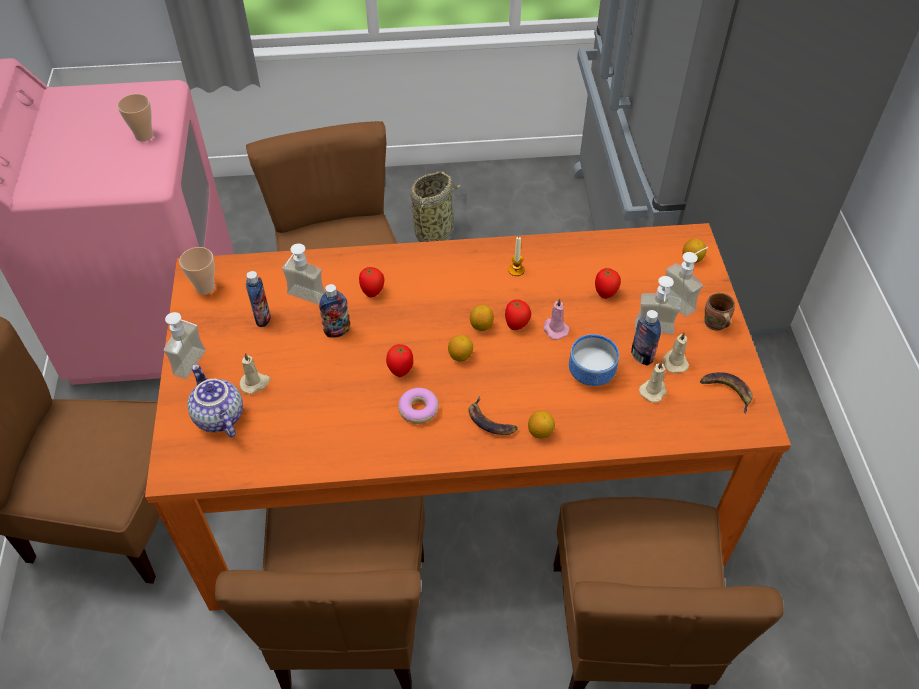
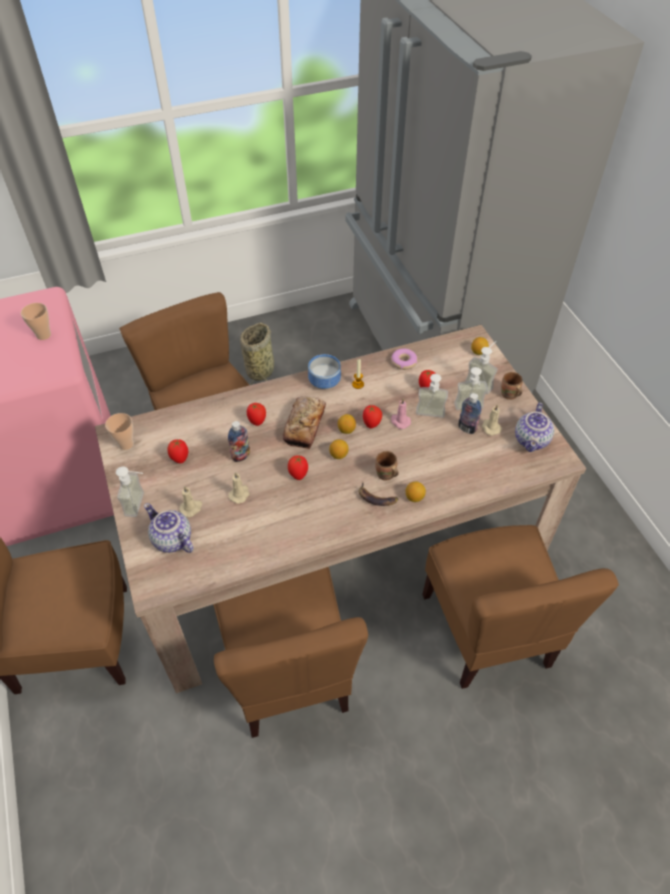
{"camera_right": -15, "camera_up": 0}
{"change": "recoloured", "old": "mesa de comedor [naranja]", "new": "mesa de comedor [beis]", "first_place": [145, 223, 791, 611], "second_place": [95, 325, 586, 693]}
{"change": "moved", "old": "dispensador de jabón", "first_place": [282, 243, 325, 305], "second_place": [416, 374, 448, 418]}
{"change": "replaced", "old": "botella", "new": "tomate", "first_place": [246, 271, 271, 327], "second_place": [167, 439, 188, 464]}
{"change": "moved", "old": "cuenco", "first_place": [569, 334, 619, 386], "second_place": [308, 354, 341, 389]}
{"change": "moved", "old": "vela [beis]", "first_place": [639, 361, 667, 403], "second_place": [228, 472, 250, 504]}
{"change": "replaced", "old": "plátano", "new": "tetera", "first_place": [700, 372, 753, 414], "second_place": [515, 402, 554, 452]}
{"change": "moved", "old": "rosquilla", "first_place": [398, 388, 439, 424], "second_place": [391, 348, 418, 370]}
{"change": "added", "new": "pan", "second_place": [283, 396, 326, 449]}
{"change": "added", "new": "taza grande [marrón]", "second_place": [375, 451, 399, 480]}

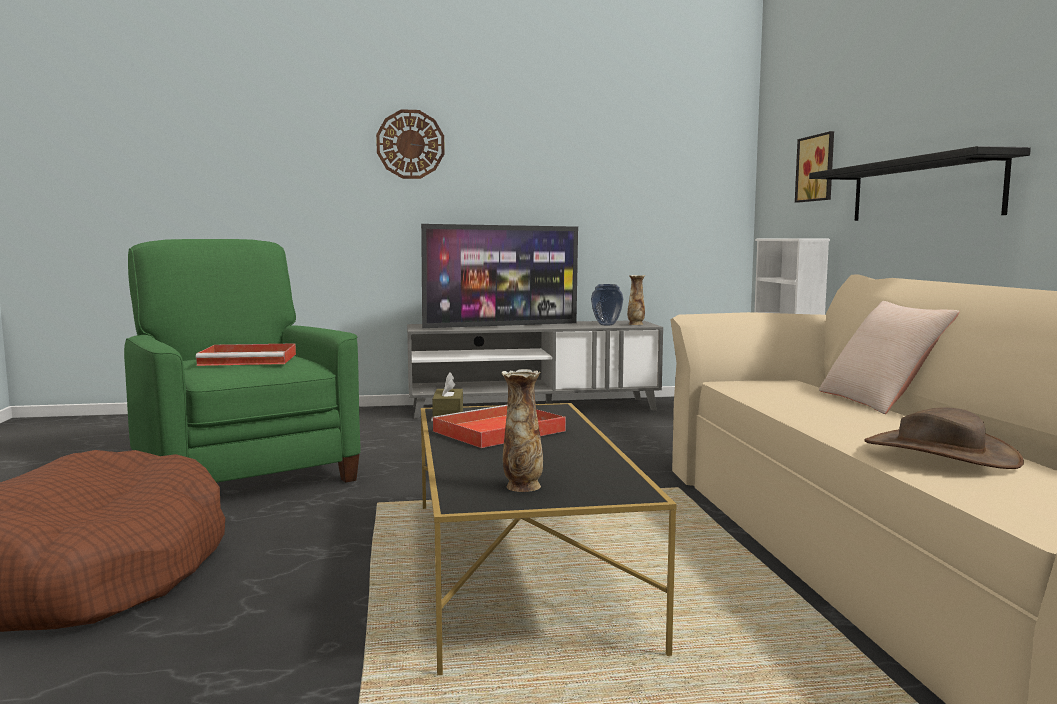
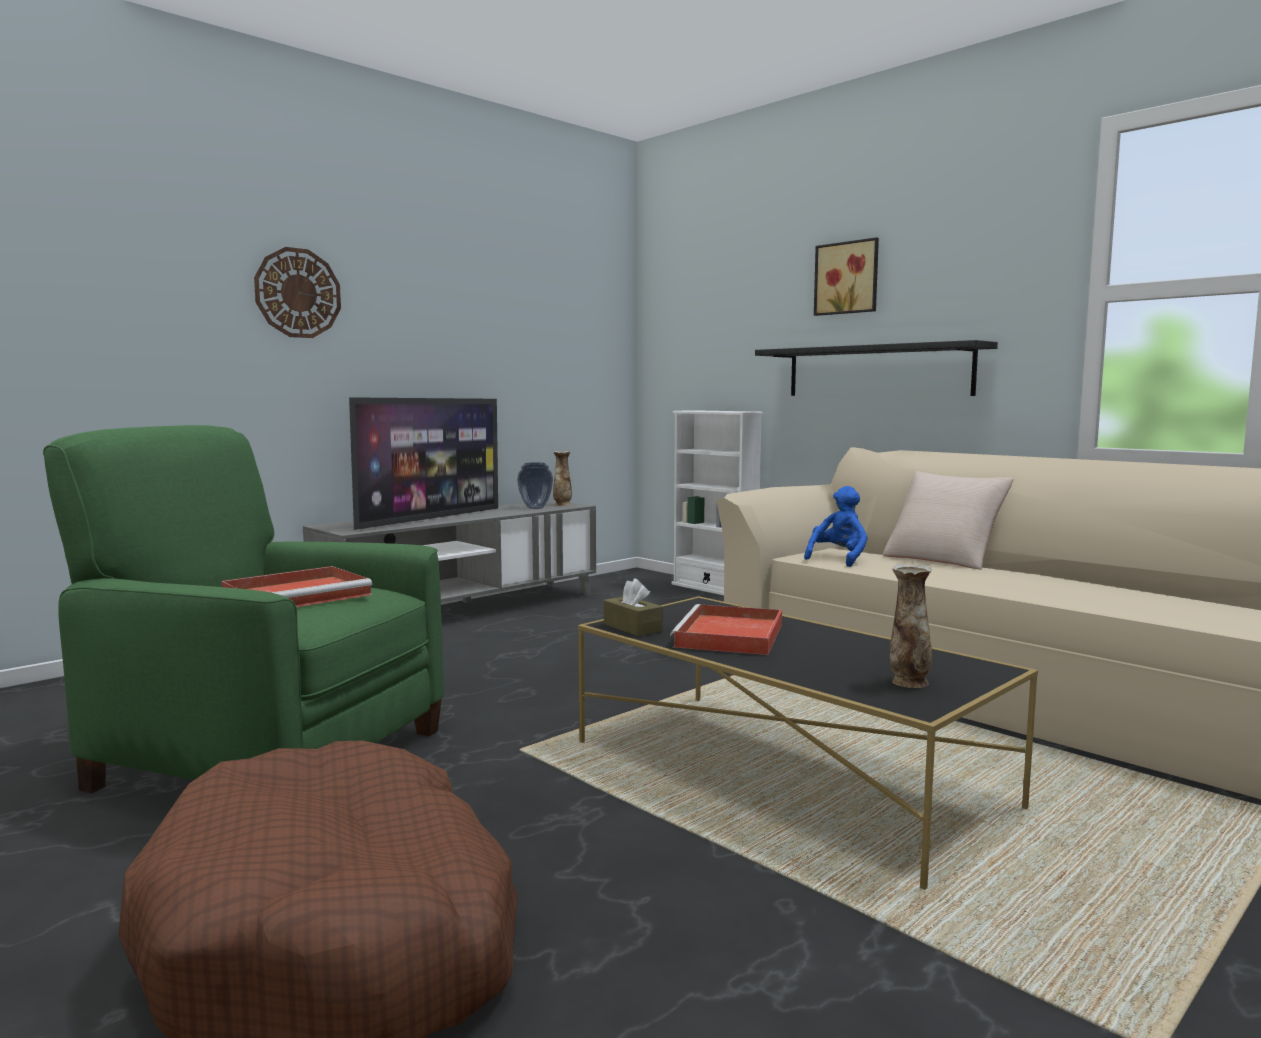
{"camera_right": -35, "camera_up": 0}
{"change": "moved", "old": "cuadro", "first_place": [795, 131, 834, 203], "second_place": [814, 237, 879, 316]}
{"change": "removed", "old": "sombrero [marrón]", "first_place": [864, 407, 1024, 469]}
{"change": "added", "new": "peluche [azul]", "second_place": [804, 486, 868, 567]}

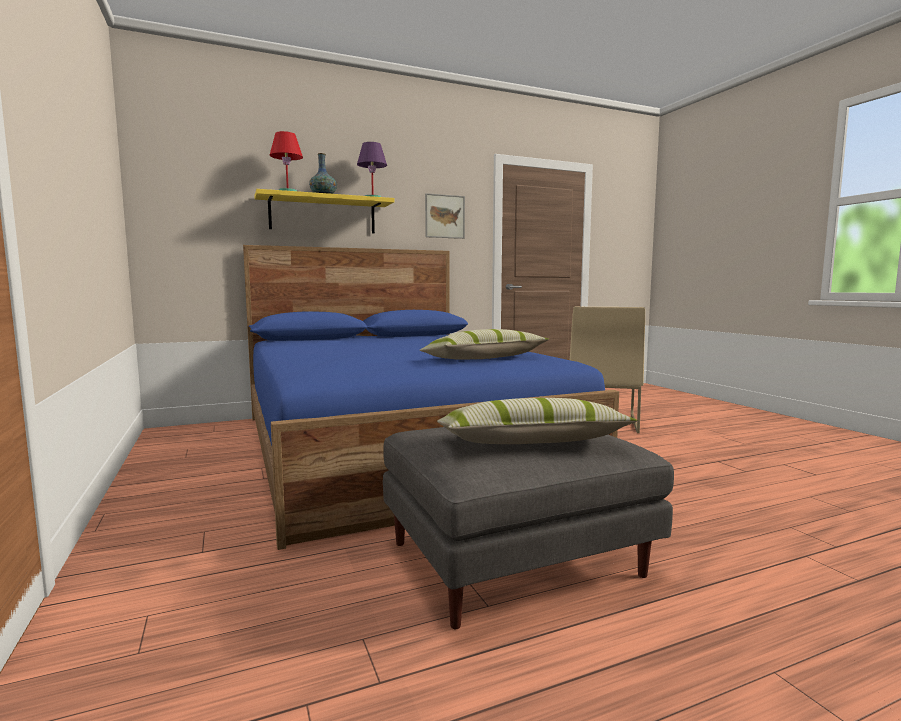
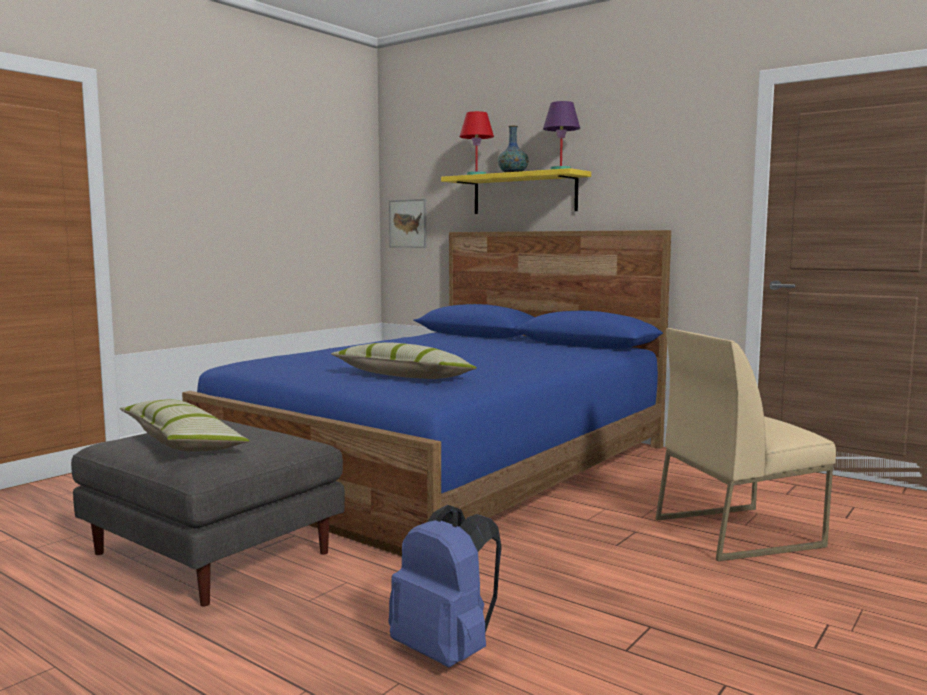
{"camera_right": 60, "camera_up": 0}
{"change": "moved", "old": "cuadro", "first_place": [425, 193, 465, 239], "second_place": [389, 199, 426, 248]}
{"change": "added", "new": "mochila [azul]", "second_place": [389, 505, 502, 668]}

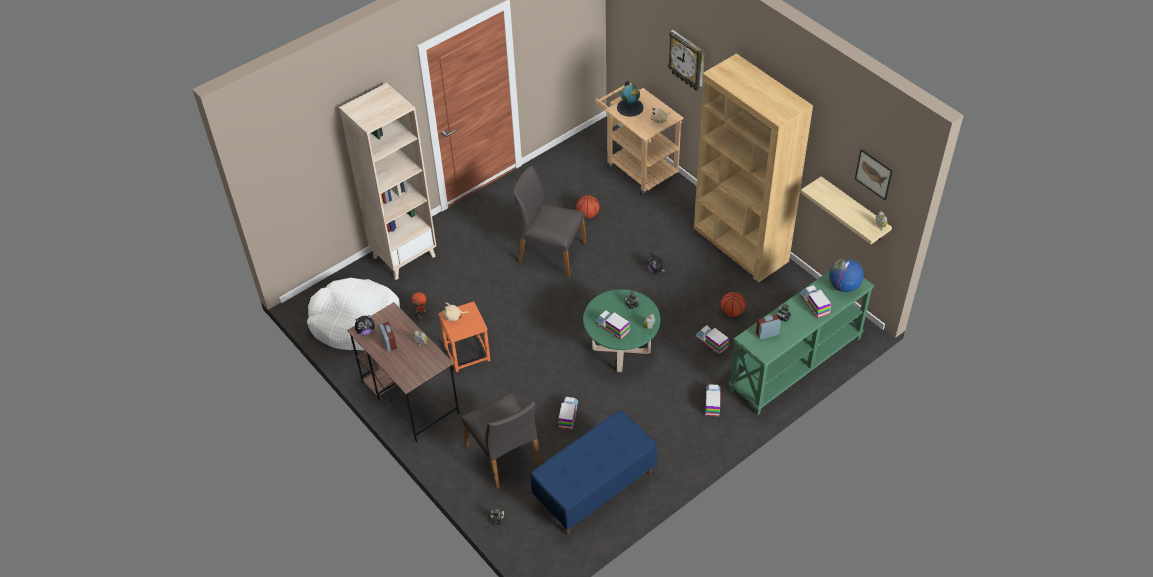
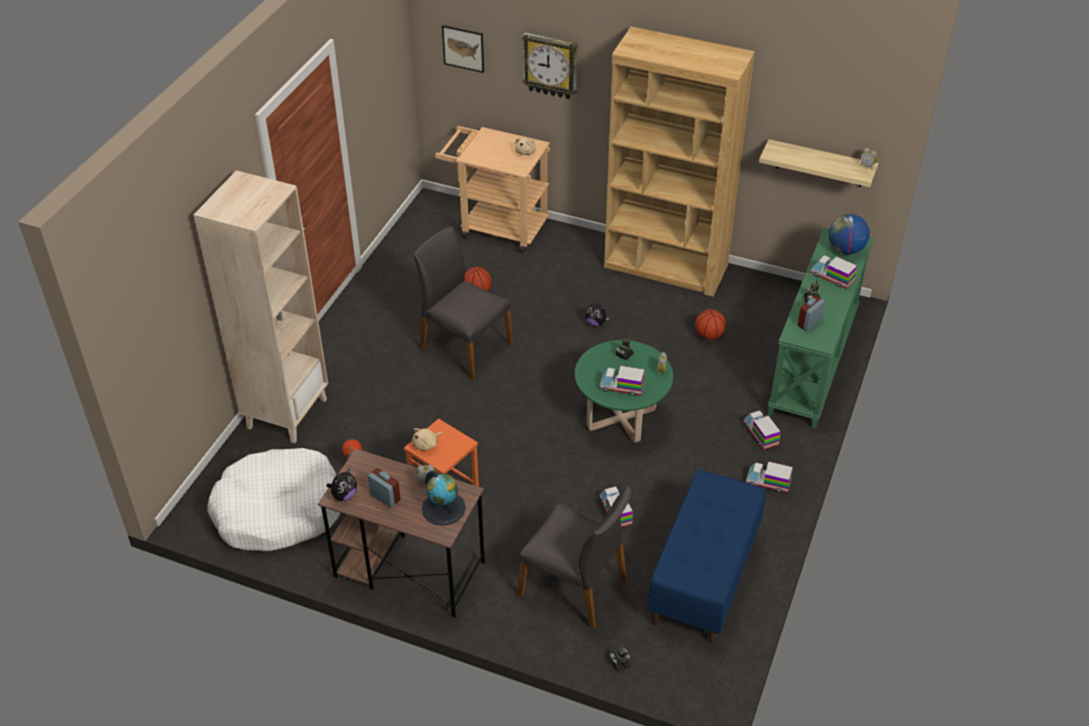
{"camera_right": -30, "camera_up": -5}
{"change": "moved", "old": "globo terráqueo", "first_place": [617, 81, 644, 117], "second_place": [421, 471, 466, 526]}
{"change": "moved", "old": "cuadro", "first_place": [855, 149, 893, 200], "second_place": [442, 25, 484, 73]}
{"change": "turned", "old": "silla [gris]", "first_place": [514, 166, 587, 278], "second_place": [414, 227, 513, 380], "degrees": 45}
{"change": "moved", "old": "camión de juguete", "first_place": [696, 325, 729, 354], "second_place": [746, 461, 793, 493]}

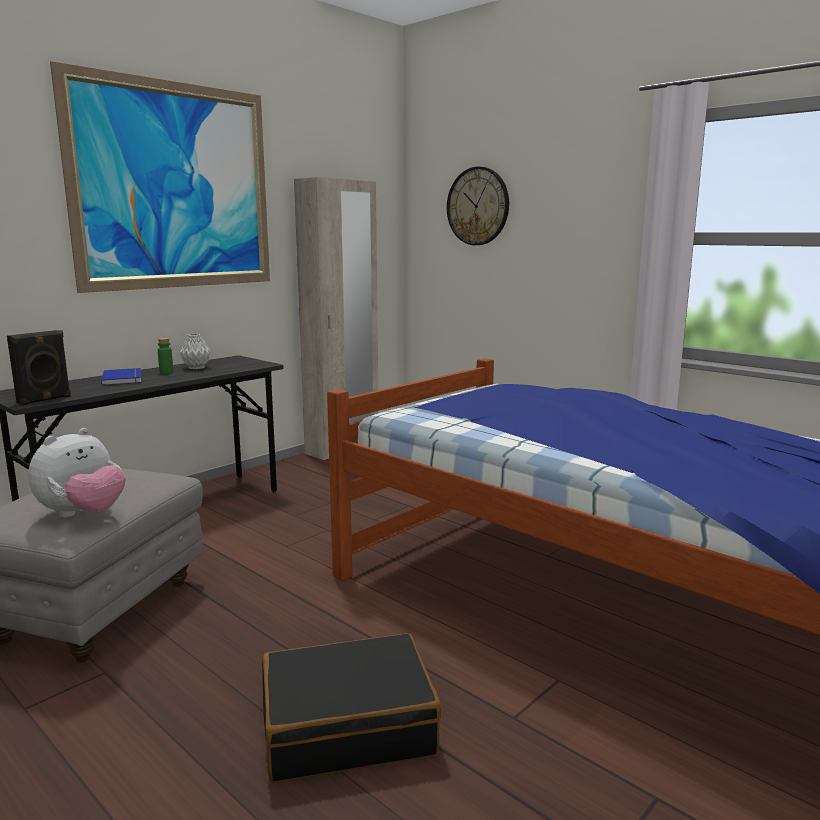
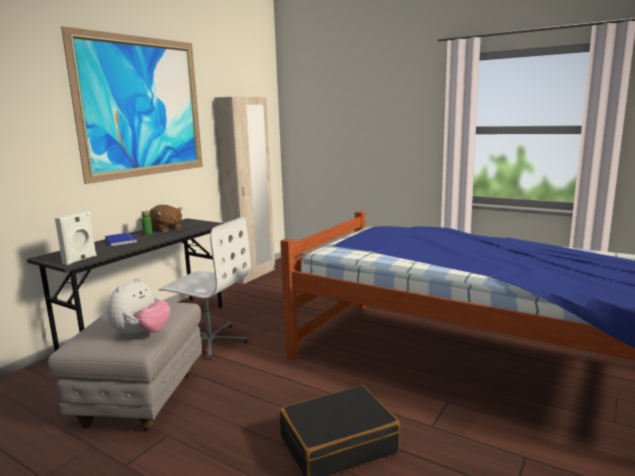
{"camera_right": -10, "camera_up": 0}
{"change": "removed", "old": "reloj de pared", "first_place": [447, 167, 509, 245]}
{"change": "recoloured", "old": "altavoz [negro]", "new": "altavoz [blanco]", "first_place": [7, 330, 71, 406], "second_place": [55, 212, 97, 265]}
{"change": "replaced", "old": "florero [gris]", "new": "peluche [marrón]", "first_place": [180, 334, 211, 369], "second_place": [149, 205, 182, 232]}
{"change": "added", "new": "silla de oficina [blanco]", "second_place": [158, 216, 251, 360]}

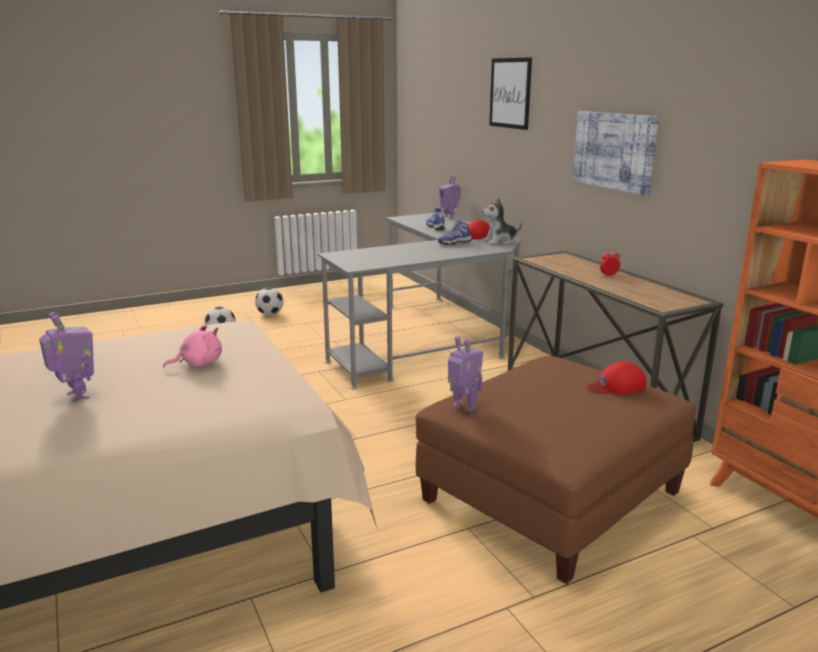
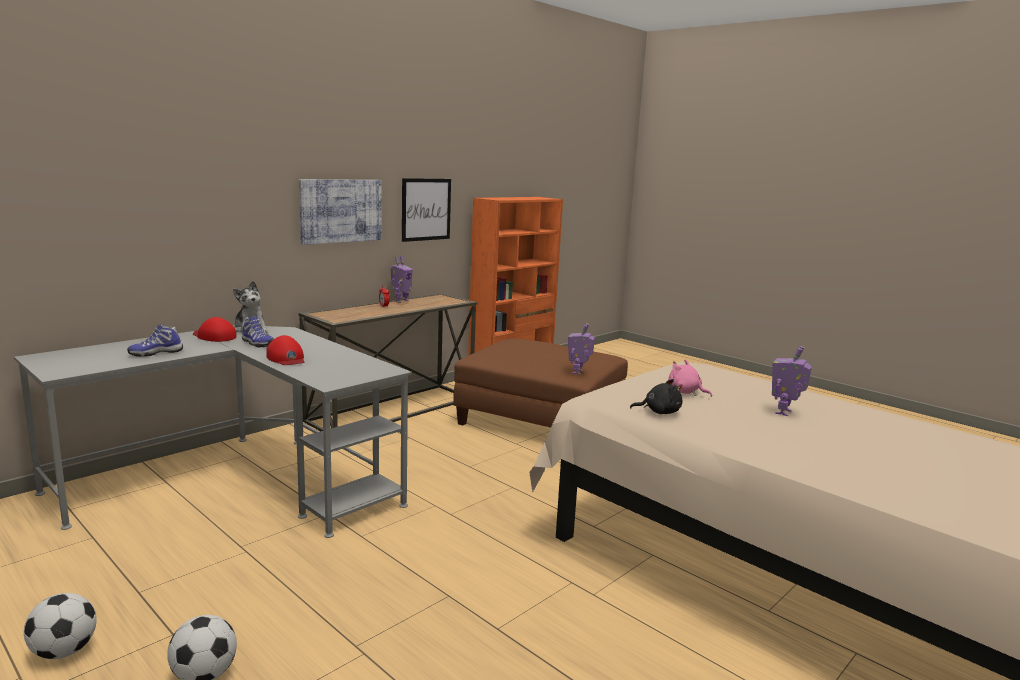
{"camera_right": -110, "camera_up": -5}
{"change": "moved", "old": "cuadro", "first_place": [489, 57, 532, 130], "second_place": [402, 178, 451, 242]}
{"change": "moved", "old": "robot de juguete", "first_place": [439, 176, 461, 219], "second_place": [391, 256, 413, 303]}
{"change": "moved", "old": "gorra [rojo]", "first_place": [586, 361, 646, 394], "second_place": [266, 335, 304, 365]}
{"change": "added", "new": "peluche [negro]", "second_place": [630, 379, 682, 414]}

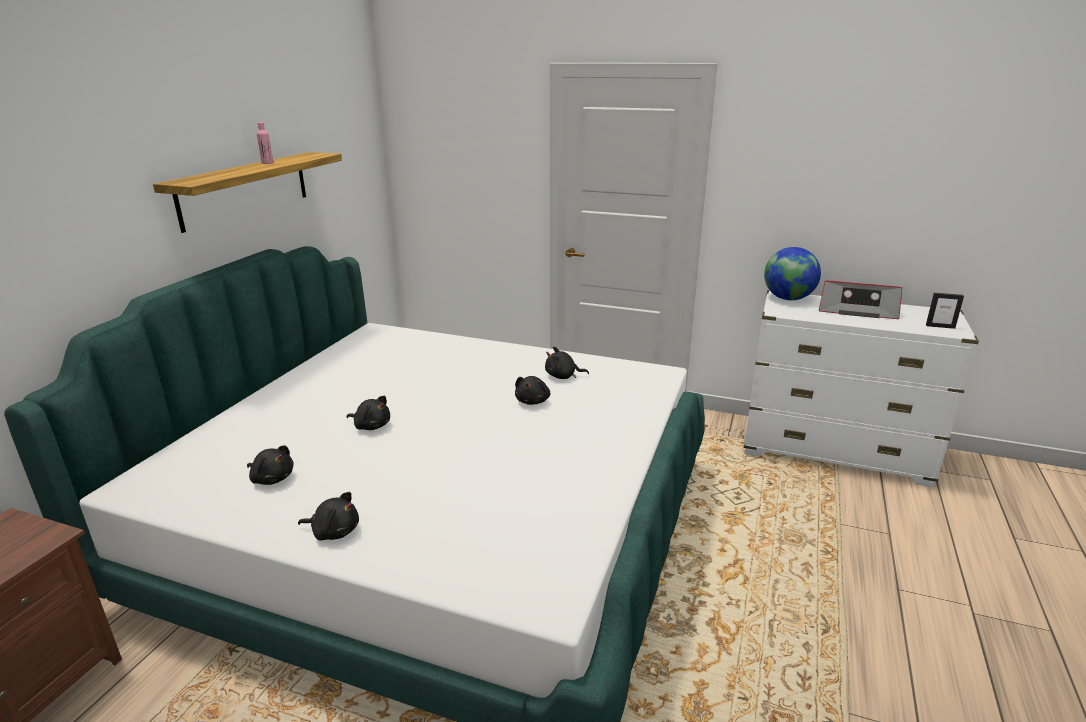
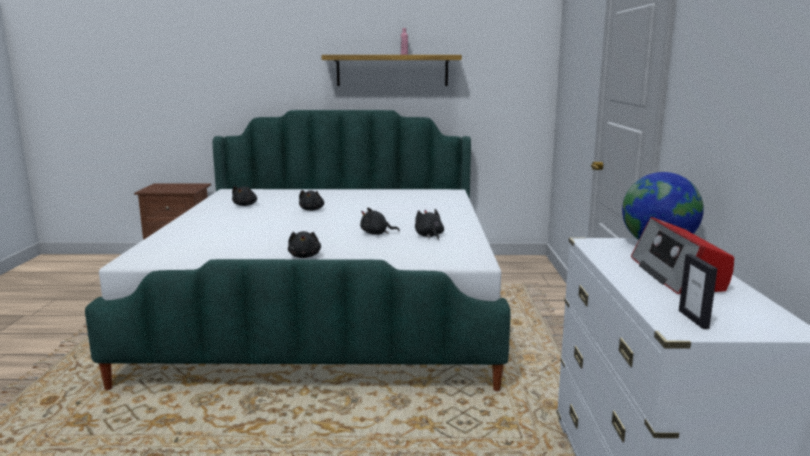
{"camera_right": 70, "camera_up": -10}
{"change": "moved", "old": "peluche [negro]", "first_place": [298, 492, 359, 541], "second_place": [288, 231, 321, 258]}

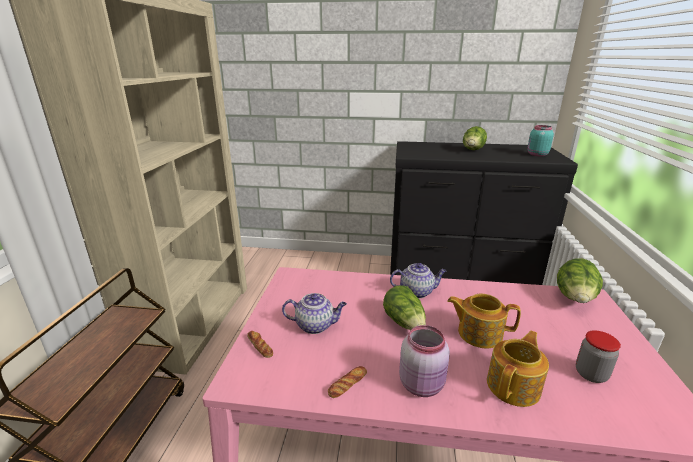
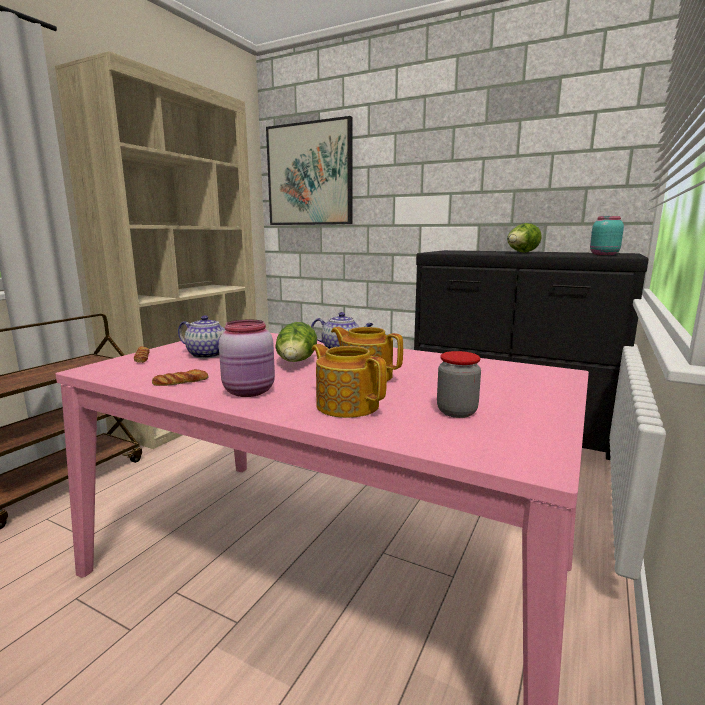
{"camera_right": 20, "camera_up": -10}
{"change": "removed", "old": "lechuga", "first_place": [557, 258, 603, 303]}
{"change": "turned", "old": "tetera", "first_place": [487, 331, 549, 407], "second_place": [312, 344, 387, 418], "degrees": -105}
{"change": "added", "new": "cuadro", "second_place": [266, 116, 353, 225]}

